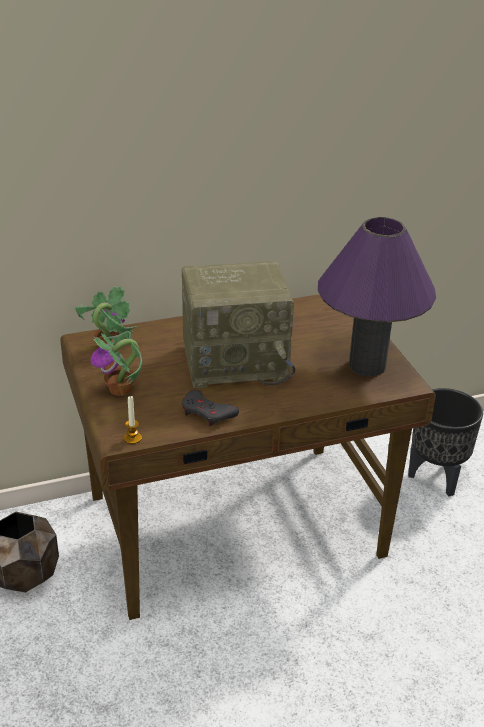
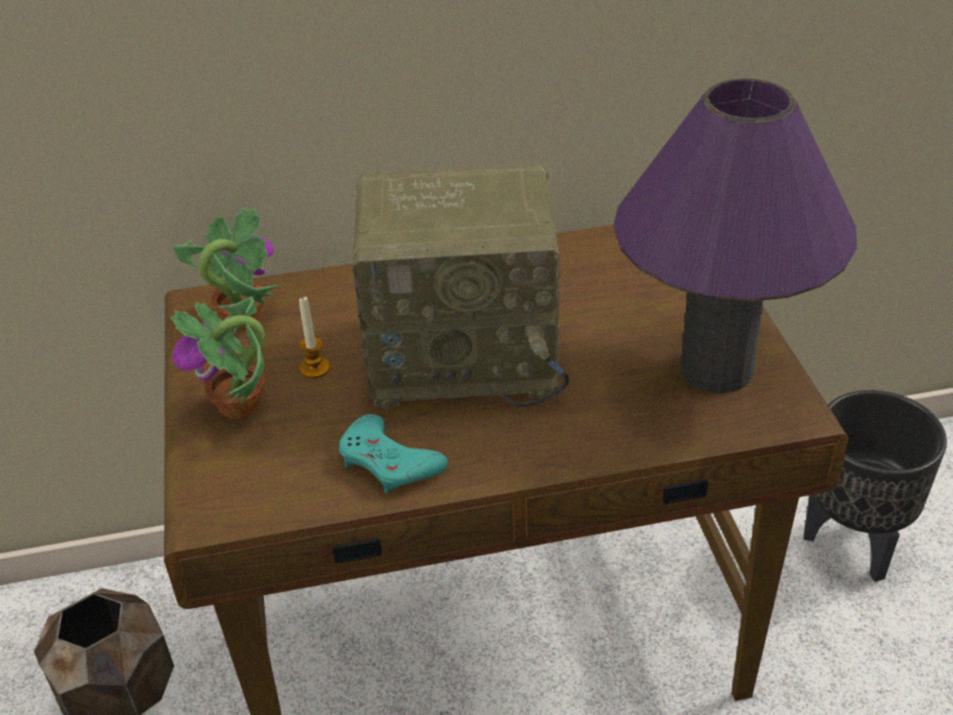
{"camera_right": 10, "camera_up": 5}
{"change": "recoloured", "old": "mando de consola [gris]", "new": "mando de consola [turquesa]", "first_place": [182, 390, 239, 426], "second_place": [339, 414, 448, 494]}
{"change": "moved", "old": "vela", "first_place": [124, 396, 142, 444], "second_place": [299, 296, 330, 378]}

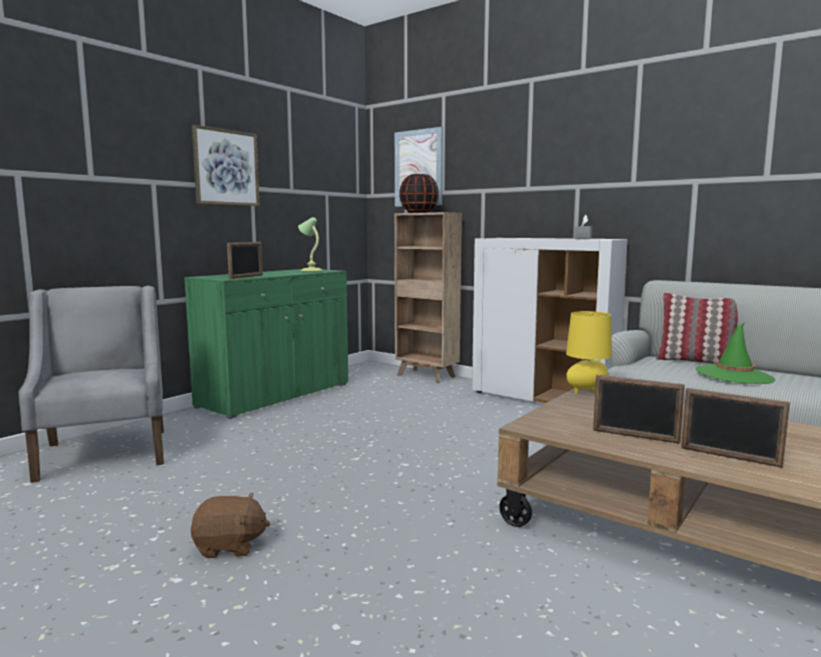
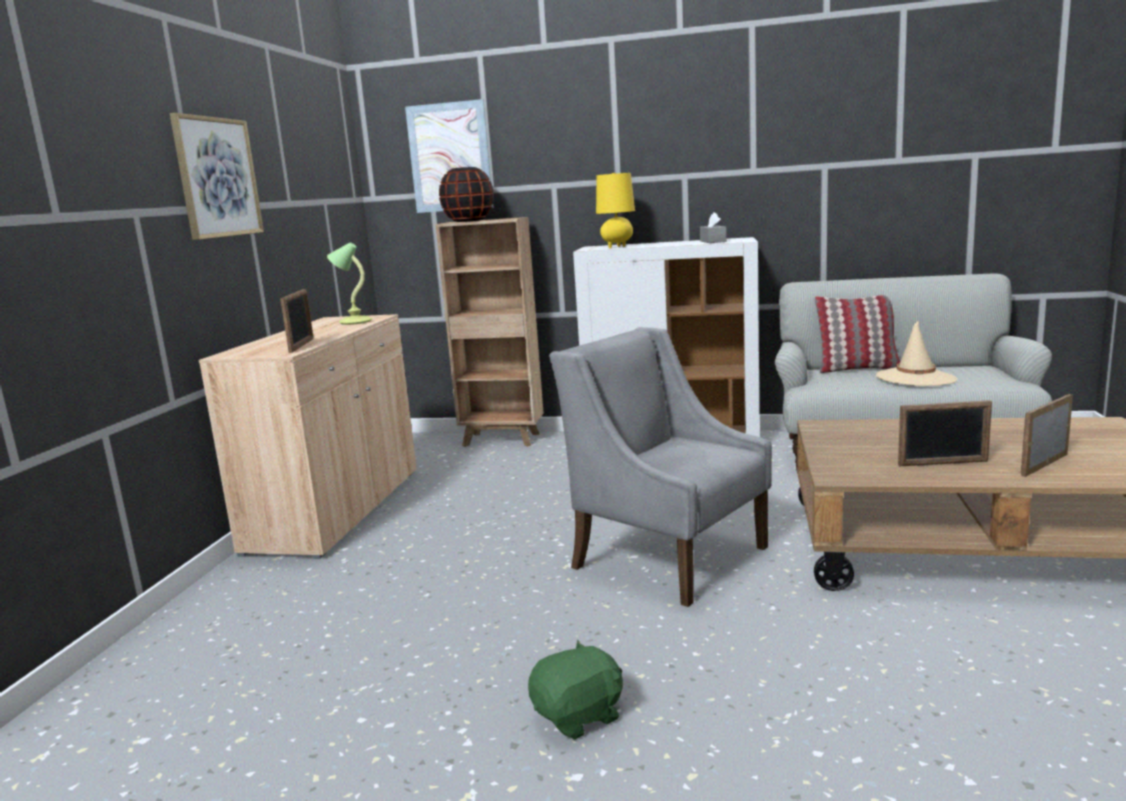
{"camera_right": -25, "camera_up": 5}
{"change": "recoloured", "old": "armario [verde]", "new": "armario [beis]", "first_place": [184, 269, 348, 419], "second_place": [199, 314, 417, 559]}
{"change": "moved", "old": "sillón [gris]", "first_place": [19, 286, 164, 483], "second_place": [549, 327, 772, 607]}
{"change": "moved", "old": "lámpara de mesa [amarillo]", "first_place": [566, 311, 612, 394], "second_place": [596, 173, 635, 248]}
{"change": "recoloured", "old": "sombrero [verde]", "new": "sombrero [beis]", "first_place": [696, 322, 776, 384], "second_place": [876, 320, 957, 386]}
{"change": "turned", "old": "portarretratos", "first_place": [681, 388, 790, 468], "second_place": [1021, 394, 1073, 477], "degrees": 135}
{"change": "recoloured", "old": "peluche [marrón]", "new": "peluche [verde]", "first_place": [191, 493, 270, 558], "second_place": [528, 640, 623, 739]}

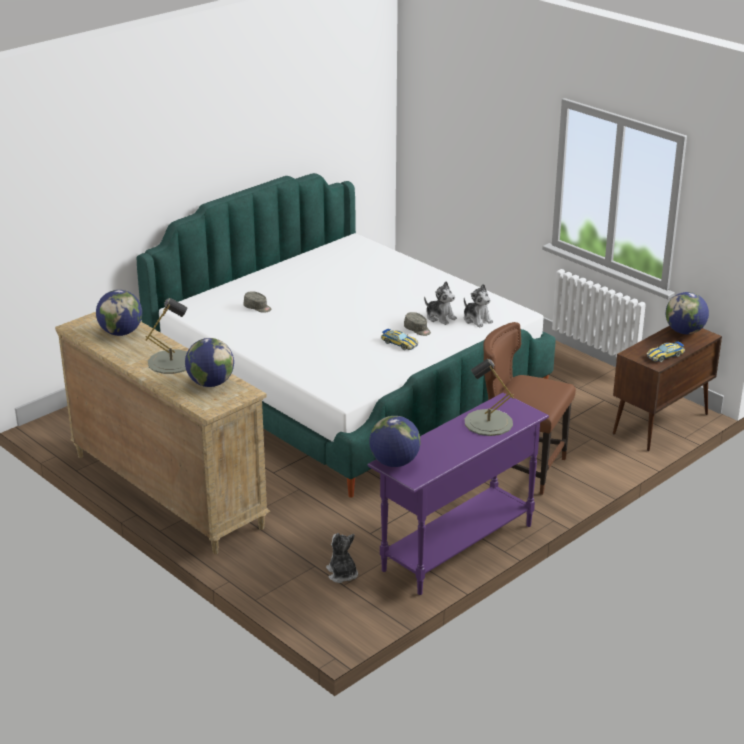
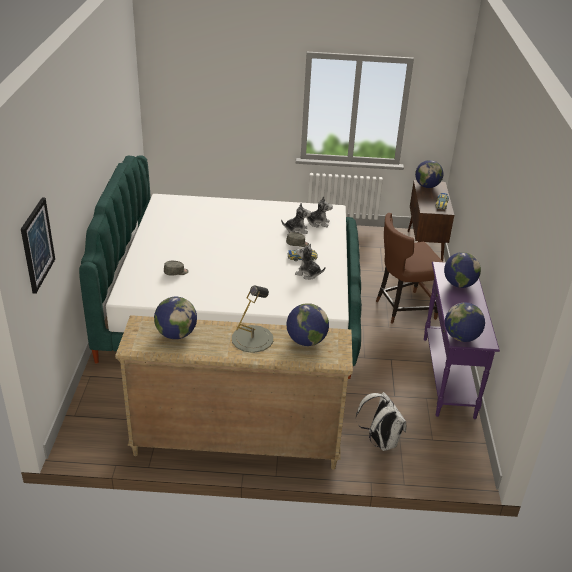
{"camera_right": -45, "camera_up": 5}
{"change": "replaced", "old": "lámpara de mesa [gris]", "new": "globo terráqueo", "first_place": [465, 359, 514, 436], "second_place": [444, 252, 481, 288]}
{"change": "moved", "old": "peluche", "first_place": [326, 533, 358, 583], "second_place": [295, 244, 325, 280]}
{"change": "added", "new": "cuadro", "second_place": [21, 197, 55, 294]}
{"change": "added", "new": "mochila [blanco]", "second_place": [356, 392, 406, 451]}

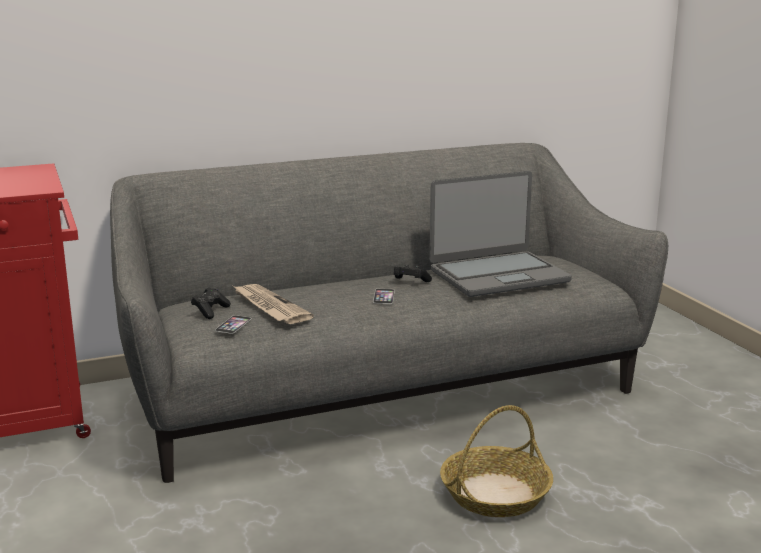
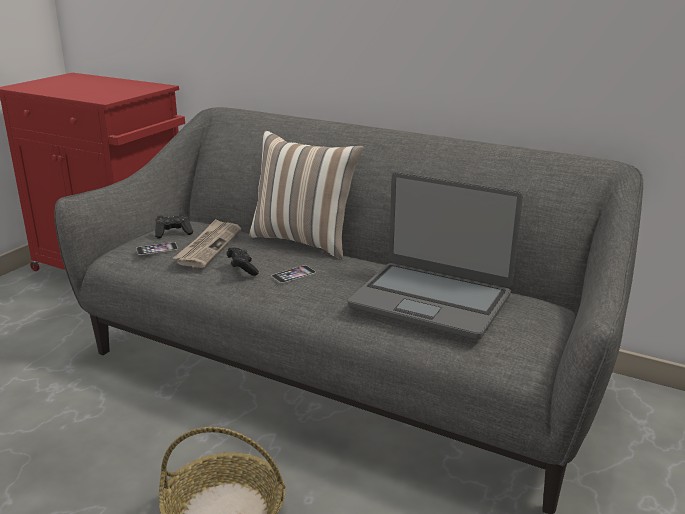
{"camera_right": 50, "camera_up": 5}
{"change": "moved", "old": "mando de consola [negro]", "first_place": [394, 264, 432, 282], "second_place": [227, 247, 259, 276]}
{"change": "added", "new": "cojín", "second_place": [249, 131, 364, 259]}

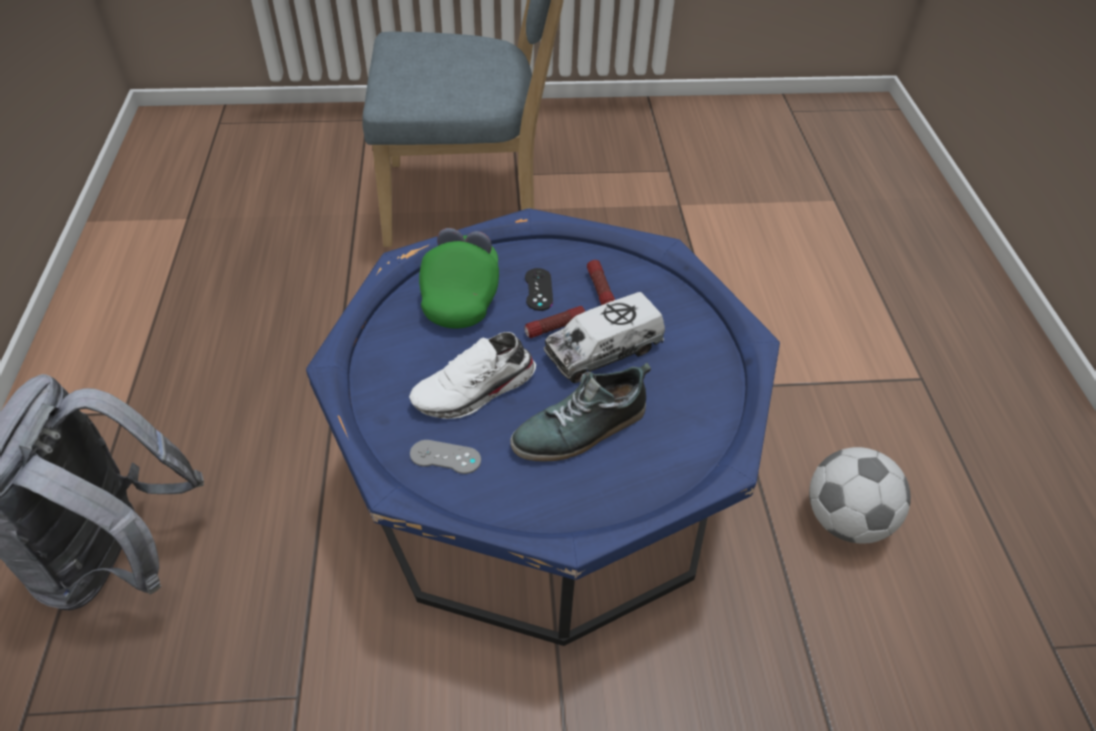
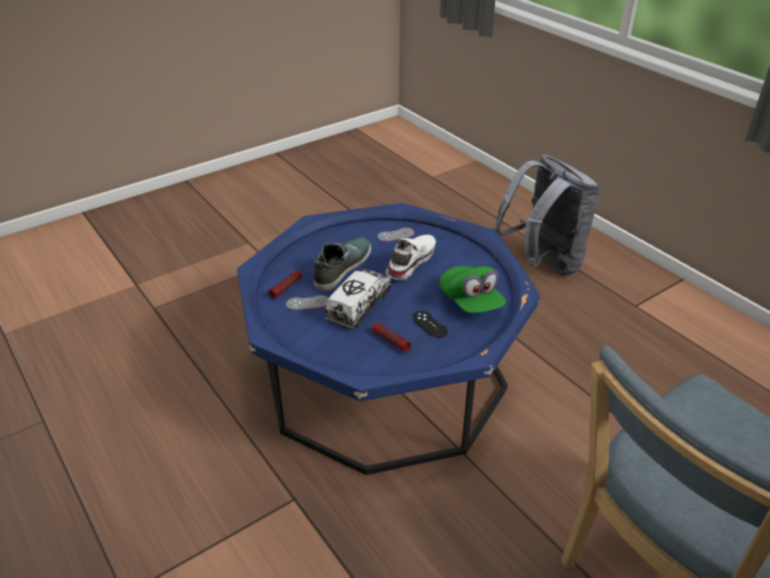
{"camera_right": 150, "camera_up": -10}
{"change": "moved", "old": "linterna", "first_place": [524, 306, 585, 338], "second_place": [268, 270, 302, 299]}
{"change": "removed", "old": "balón de fútbol", "first_place": [809, 447, 911, 544]}
{"change": "added", "new": "mando de consola [gris]", "second_place": [286, 295, 328, 310]}

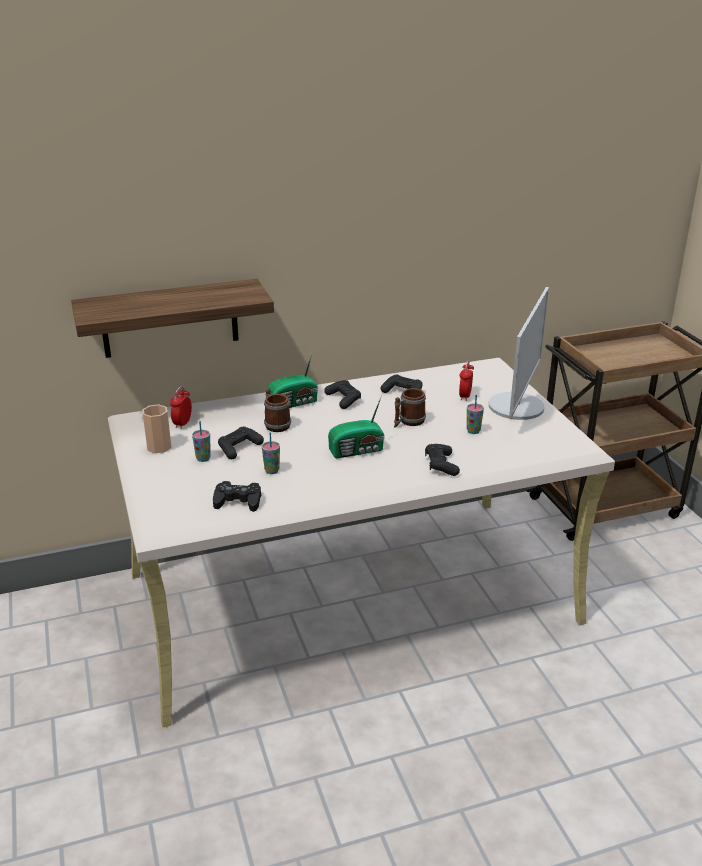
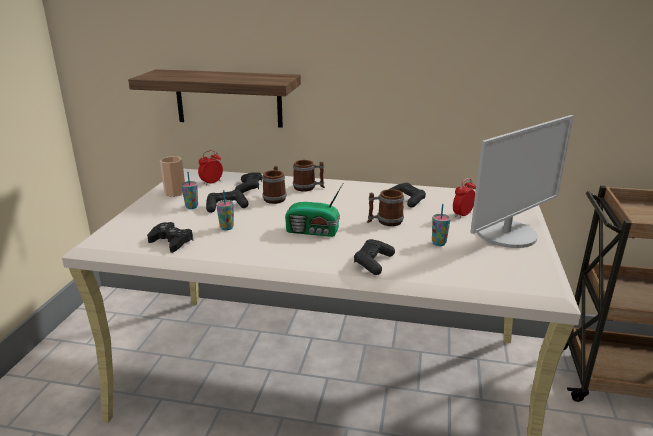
{"camera_right": 30, "camera_up": -5}
{"change": "replaced", "old": "radio", "new": "taza grande", "first_place": [267, 351, 318, 408], "second_place": [293, 160, 325, 192]}
{"change": "moved", "old": "mando de consola [negro]", "first_place": [324, 380, 361, 409], "second_place": [235, 172, 262, 193]}

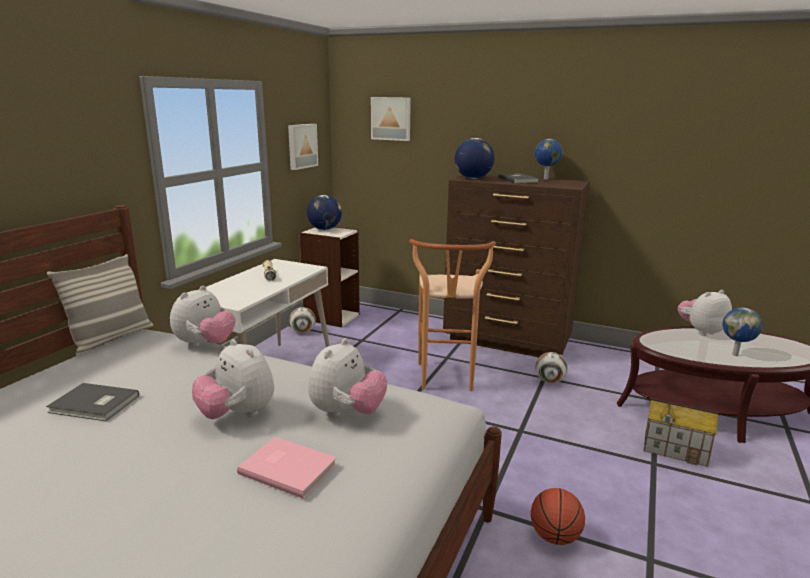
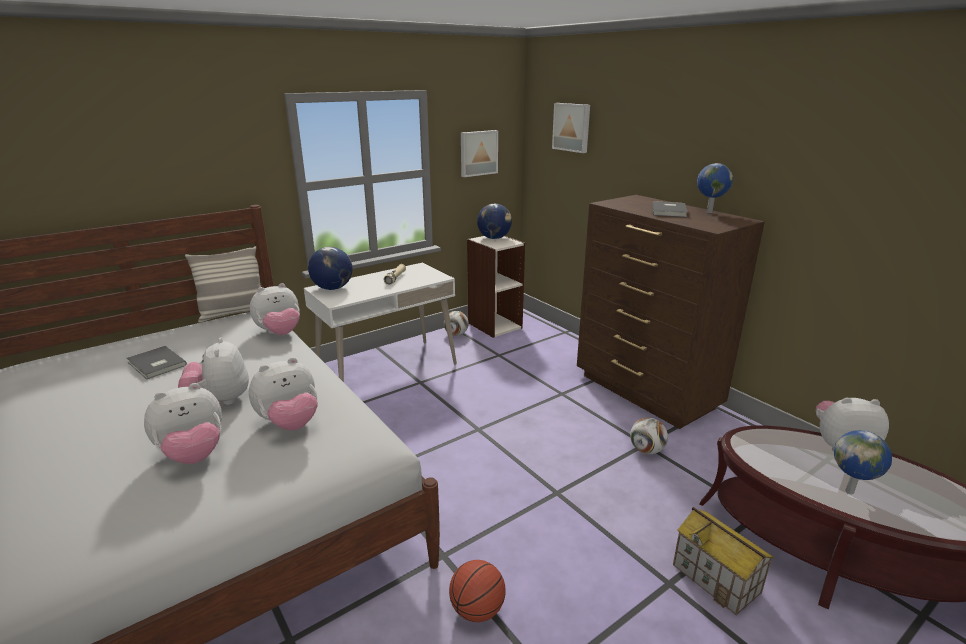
{"camera_right": 30, "camera_up": 5}
{"change": "moved", "old": "globo terráqueo", "first_place": [455, 138, 495, 179], "second_place": [308, 247, 353, 290]}
{"change": "removed", "old": "taburete [marrón]", "first_place": [409, 239, 496, 391]}
{"change": "replaced", "old": "libro [rosa]", "new": "peluche", "first_place": [237, 437, 337, 499], "second_place": [144, 383, 222, 464]}

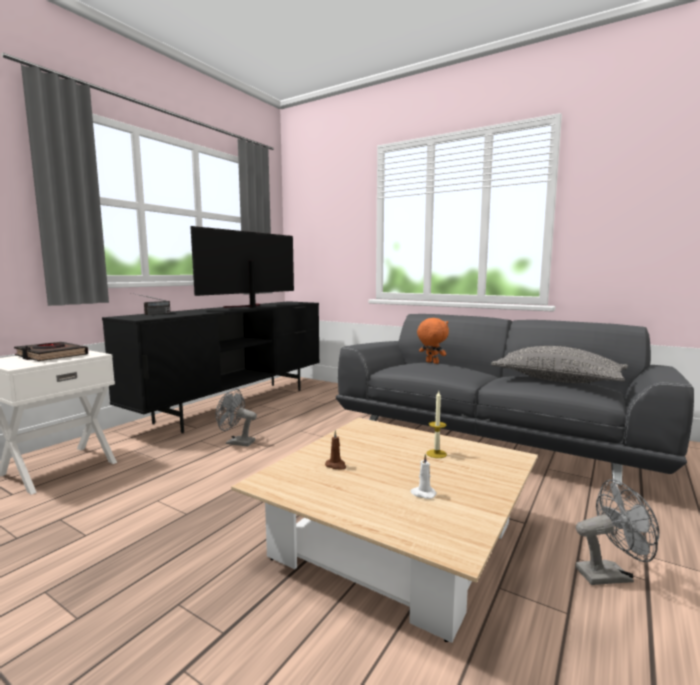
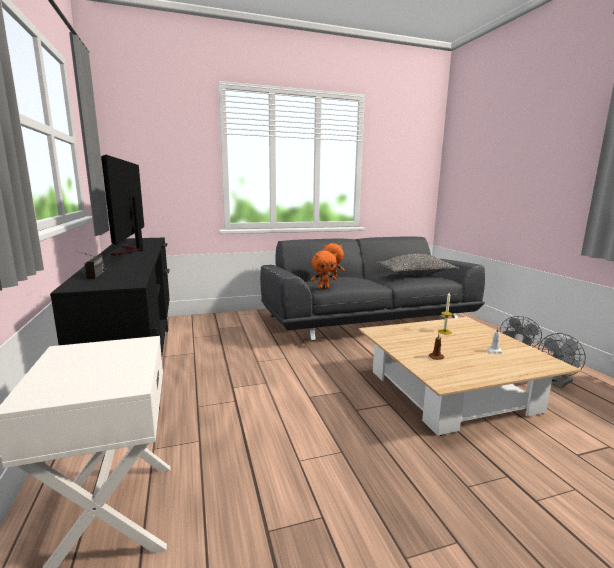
{"camera_right": -50, "camera_up": 5}
{"change": "removed", "old": "libro [negro]", "first_place": [14, 342, 88, 361]}
{"change": "moved", "old": "ventilador [gris]", "first_place": [216, 389, 257, 447], "second_place": [538, 333, 586, 388]}
{"change": "added", "new": "peluche [naranja]", "second_place": [311, 251, 337, 289]}

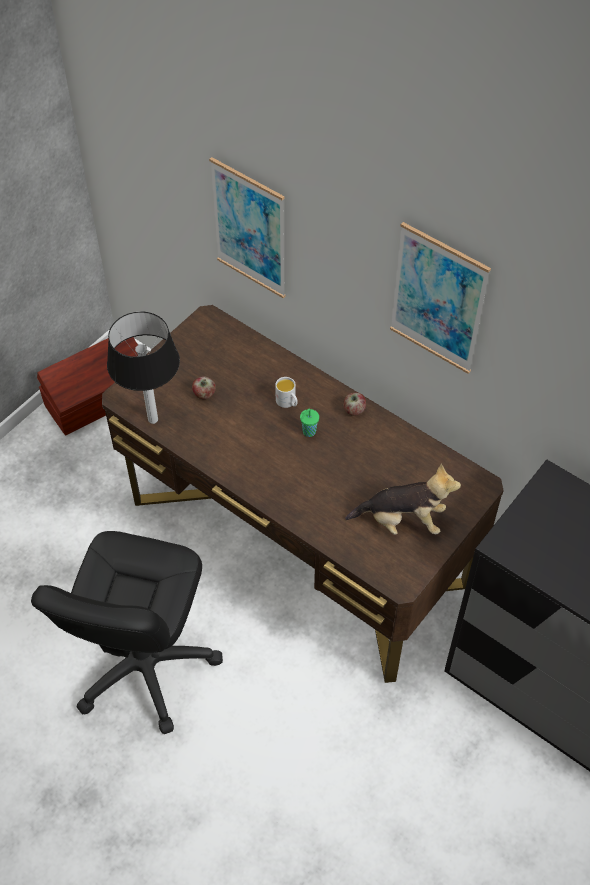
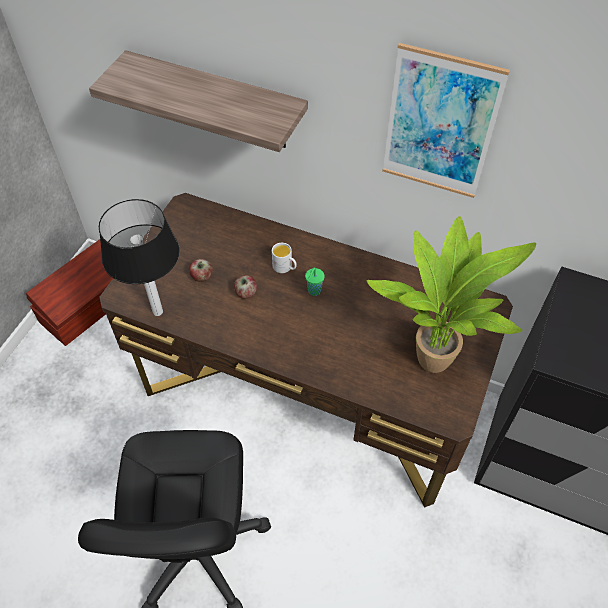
{"camera_right": -15, "camera_up": 0}
{"change": "replaced", "old": "cuadro", "new": "estante", "first_place": [209, 157, 285, 298], "second_place": [89, 50, 308, 152]}
{"change": "moved", "old": "manzana", "first_place": [343, 393, 366, 416], "second_place": [234, 275, 257, 299]}
{"change": "replaced", "old": "peluche", "new": "planta en maceta", "first_place": [345, 463, 461, 535], "second_place": [367, 216, 536, 373]}

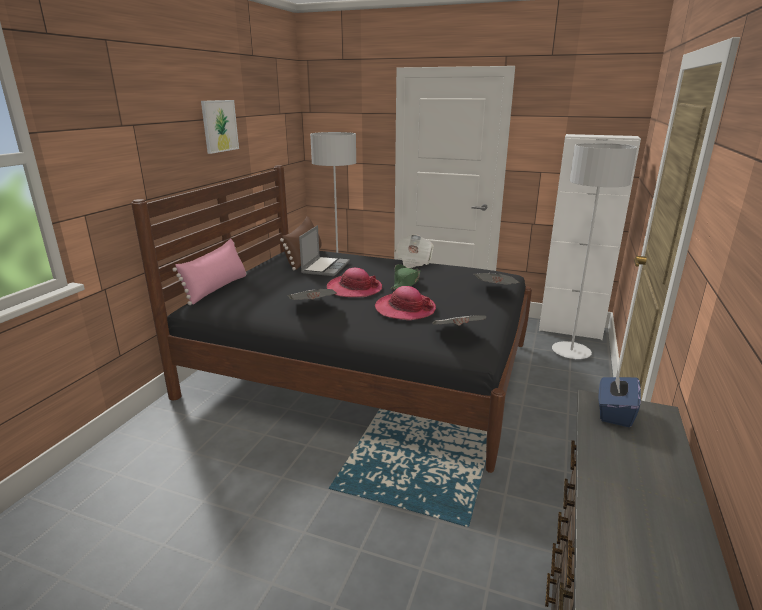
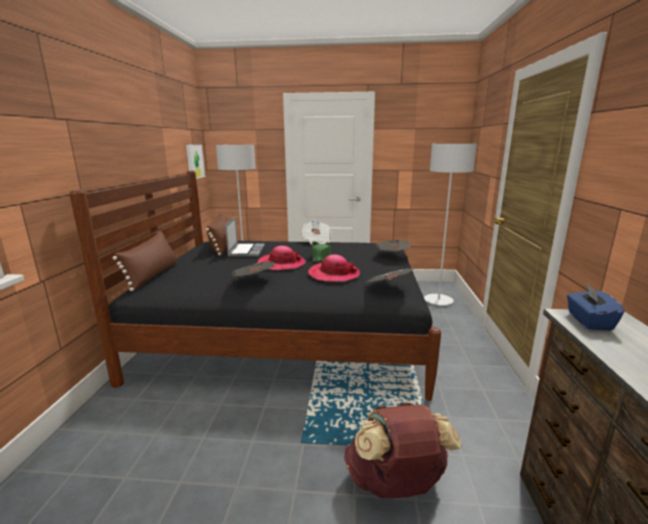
{"camera_right": -15, "camera_up": -5}
{"change": "moved", "old": "cuadro", "first_place": [201, 100, 239, 154], "second_place": [186, 145, 205, 179]}
{"change": "removed", "old": "armario [blanco]", "first_place": [539, 134, 641, 340]}
{"change": "recoloured", "old": "cojín [rosa]", "new": "cojín [marrón]", "first_place": [173, 239, 247, 305], "second_place": [113, 231, 177, 291]}
{"change": "added", "new": "mochila [marrón]", "second_place": [344, 402, 462, 498]}

